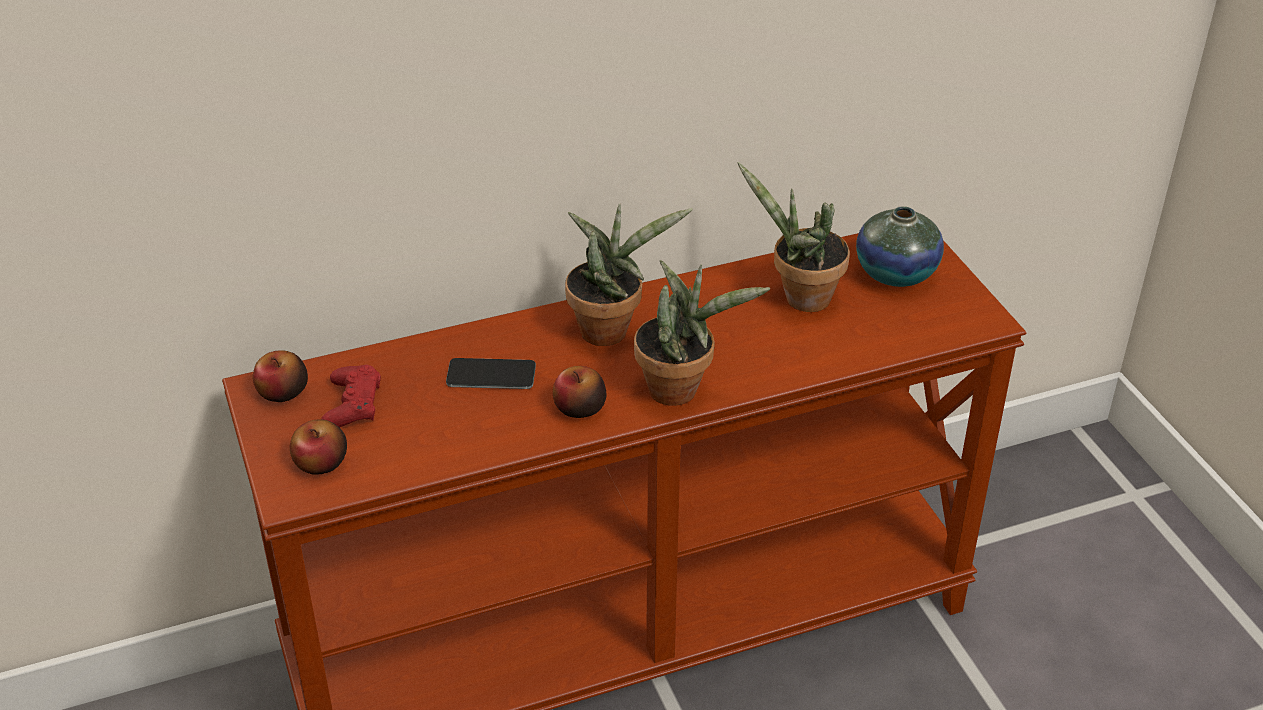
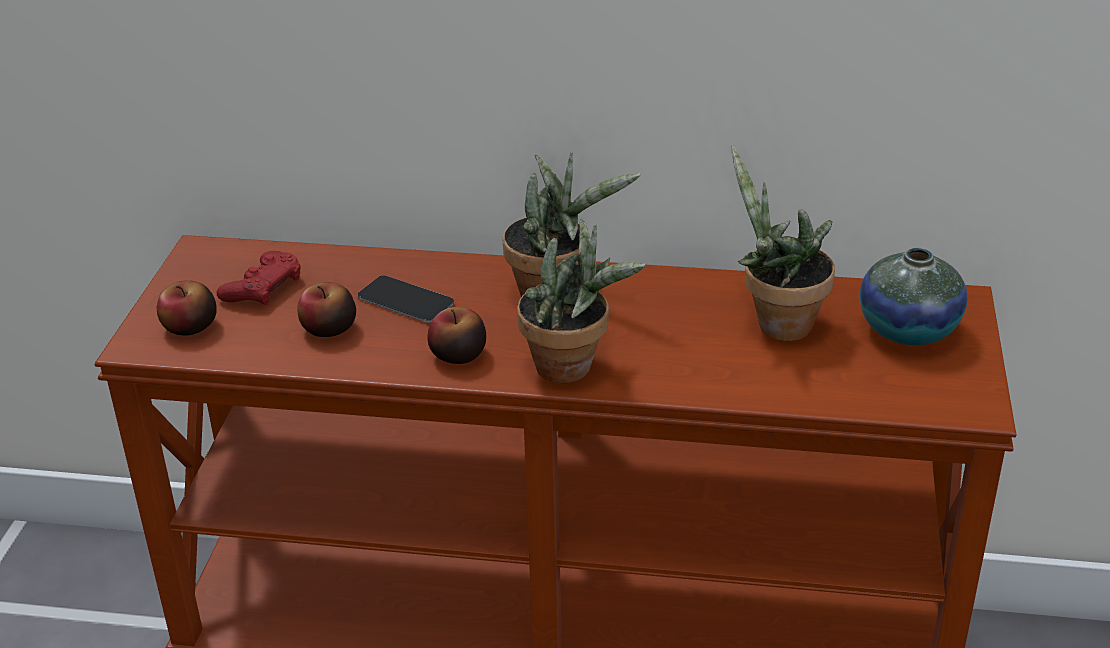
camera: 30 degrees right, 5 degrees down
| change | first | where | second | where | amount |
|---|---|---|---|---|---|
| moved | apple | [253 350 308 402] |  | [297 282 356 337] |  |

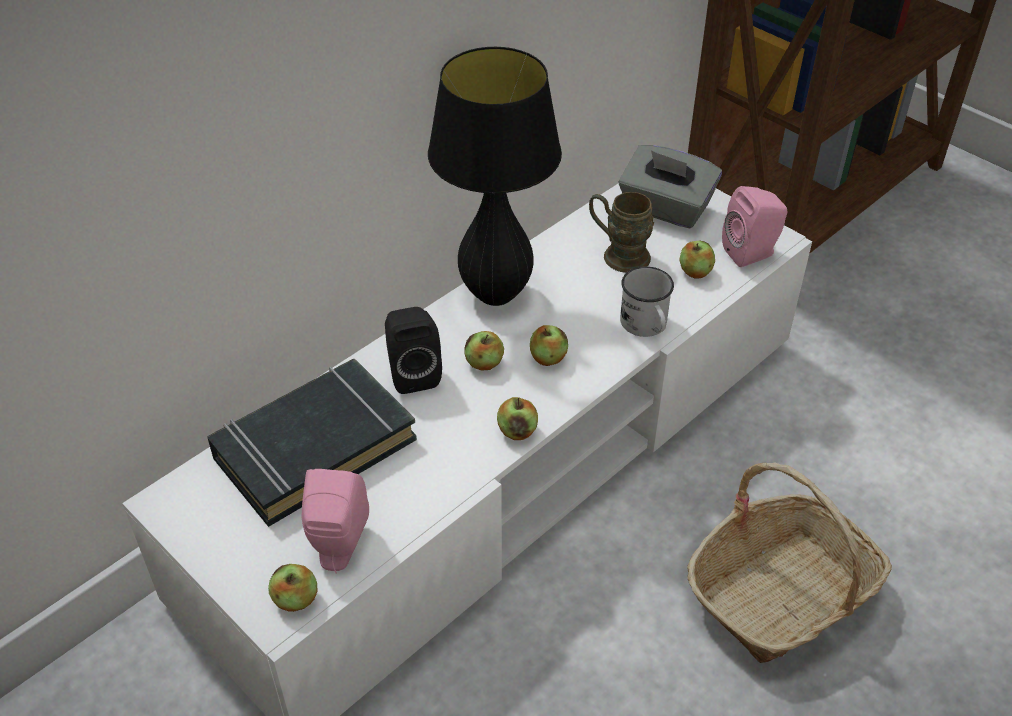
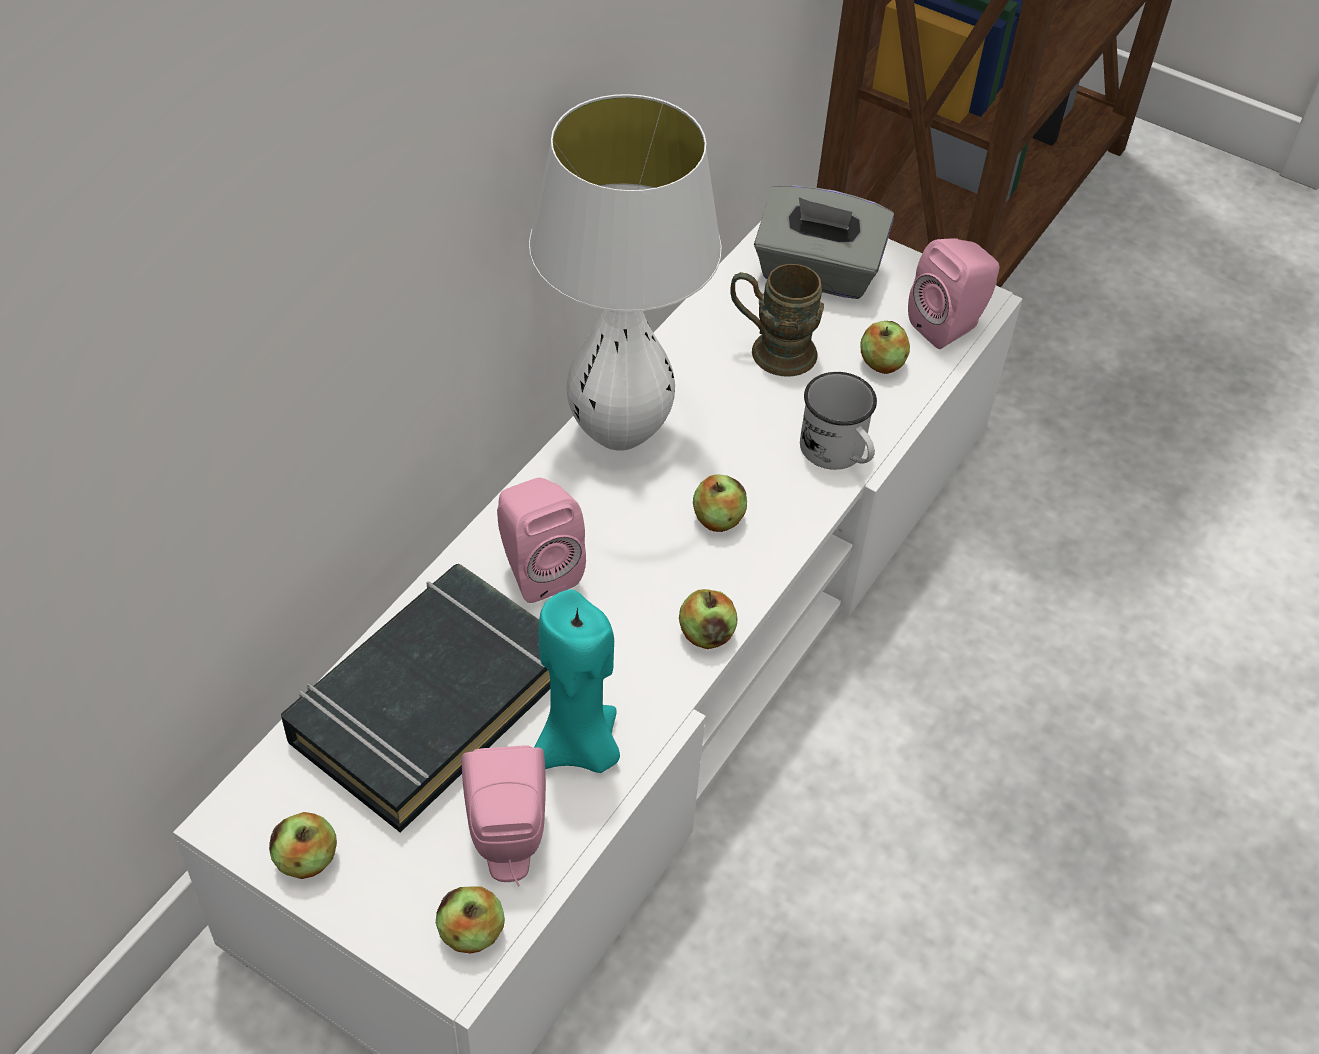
camera: 15 degrees left, 5 degrees up
| change | first | where | second | where | amount |
|---|---|---|---|---|---|
| removed | basket | [687 462 892 663] |  |  |  |
| added |  |  | turquoise candle | [535 589 620 773] |  |
| moved | apple | [464 331 504 371] |  | [269 812 337 879] |  |
| recoloured | black speaker | [385 307 442 394] | pink speaker | [497 478 586 603] |  |
| recoloured | black table lamp | [428 47 562 306] | white table lamp | [529 94 722 451] |  |

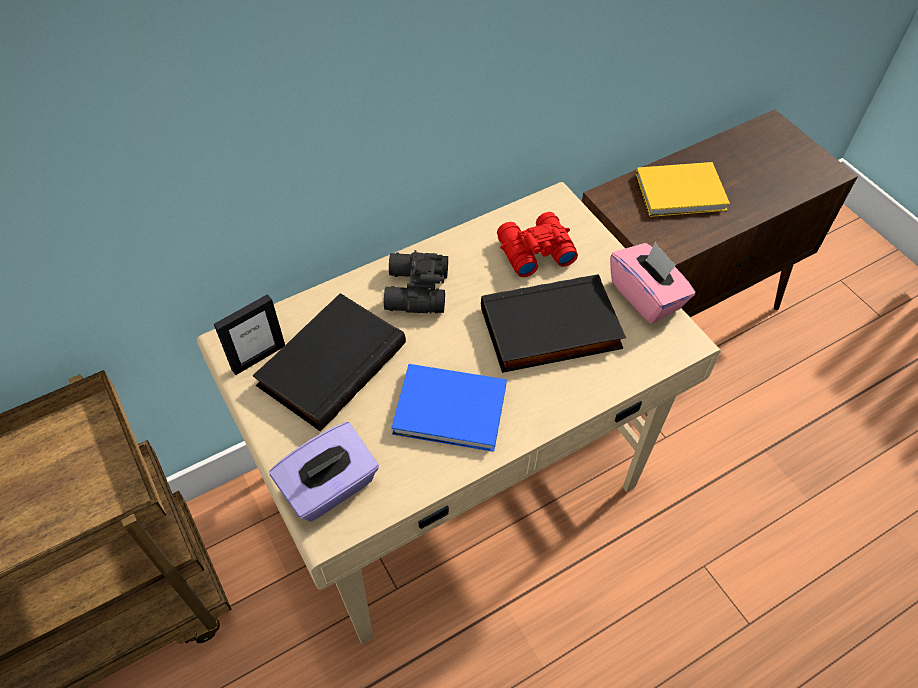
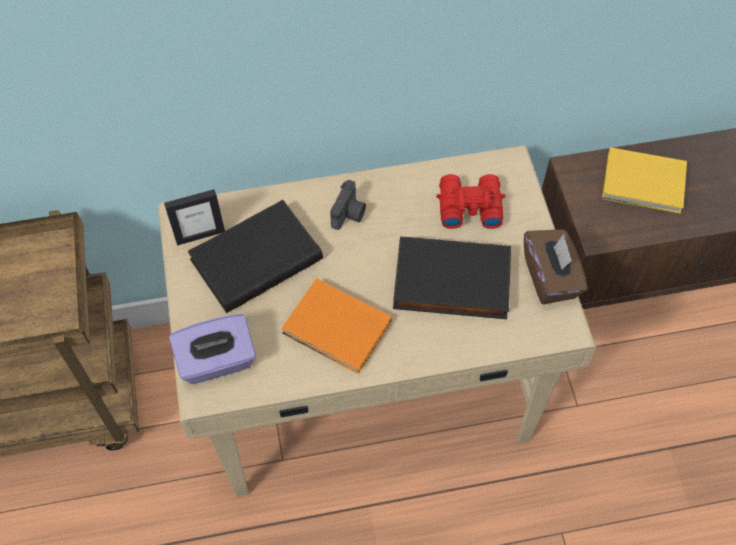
camera: 20 degrees right, 5 degrees up
| change | first | where | second | where | amount |
|---|---|---|---|---|---|
| replaced | black binoculars | [384 250 448 314] | photo camera | [330 180 366 230] |  |
| recoloured | blue book | [392 364 507 452] | orange book | [281 278 392 374] |  |
| recoloured | pink tissue box | [610 242 695 324] | brown tissue box | [524 229 588 304] |  |

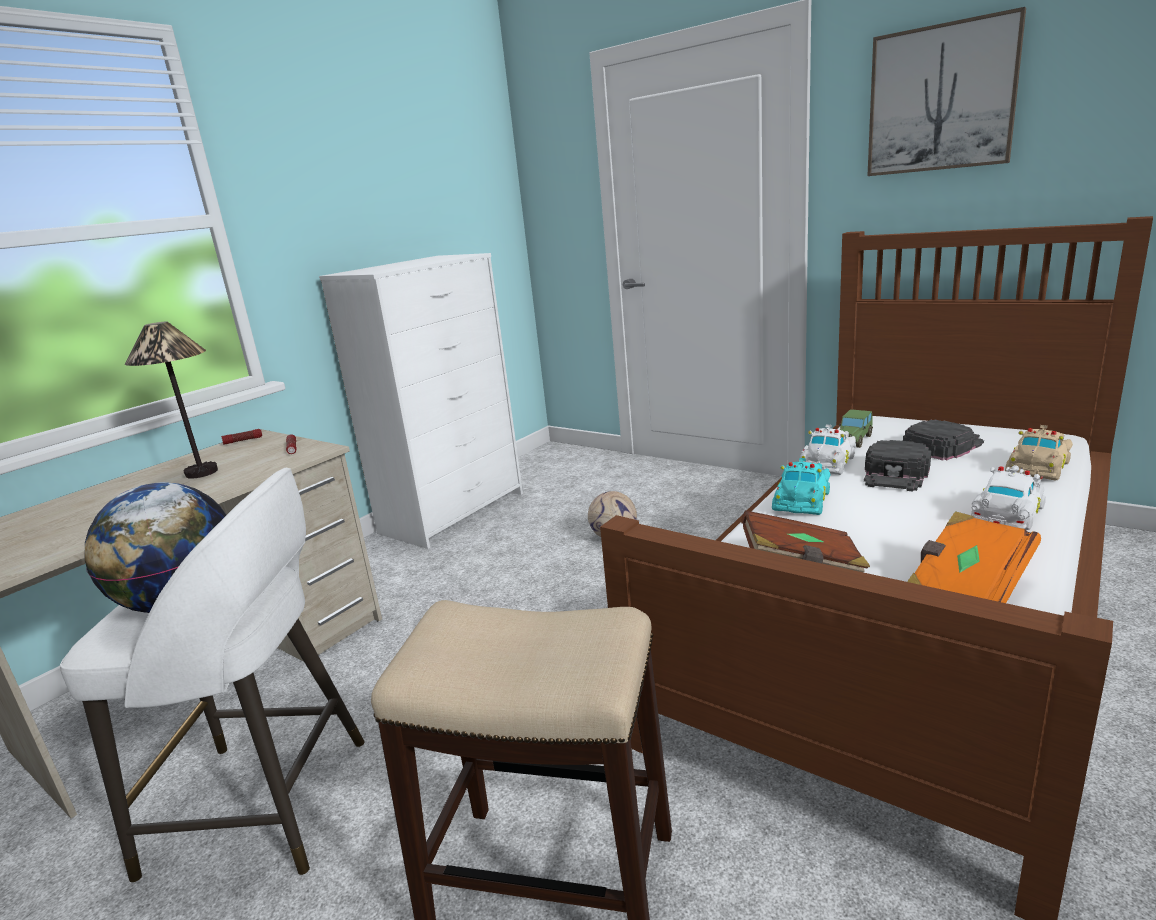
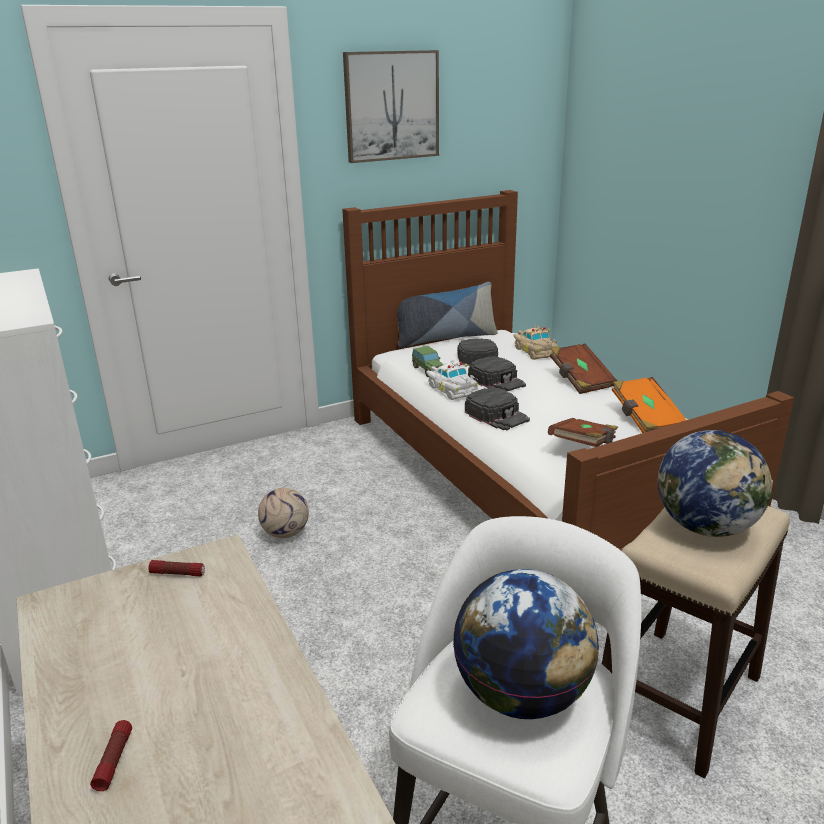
camera: 65 degrees left, 5 degrees up
| change | first | where | second | where | amount |
|---|---|---|---|---|---|
| removed | table lamp | [125 322 218 479] |  |  |  |
| added |  |  | pillow | [397 282 498 348] |  |
| added |  |  | globe | [658 430 773 537] |  |
| moved | flashlight | [221 429 262 445] |  | [90 720 132 791] |  |
| replaced | turquoise toy car | [772 458 830 515] | black cap | [465 387 530 430] |  |
| replaced | white toy car | [971 465 1046 530] | brown book | [550 343 617 394] |  |

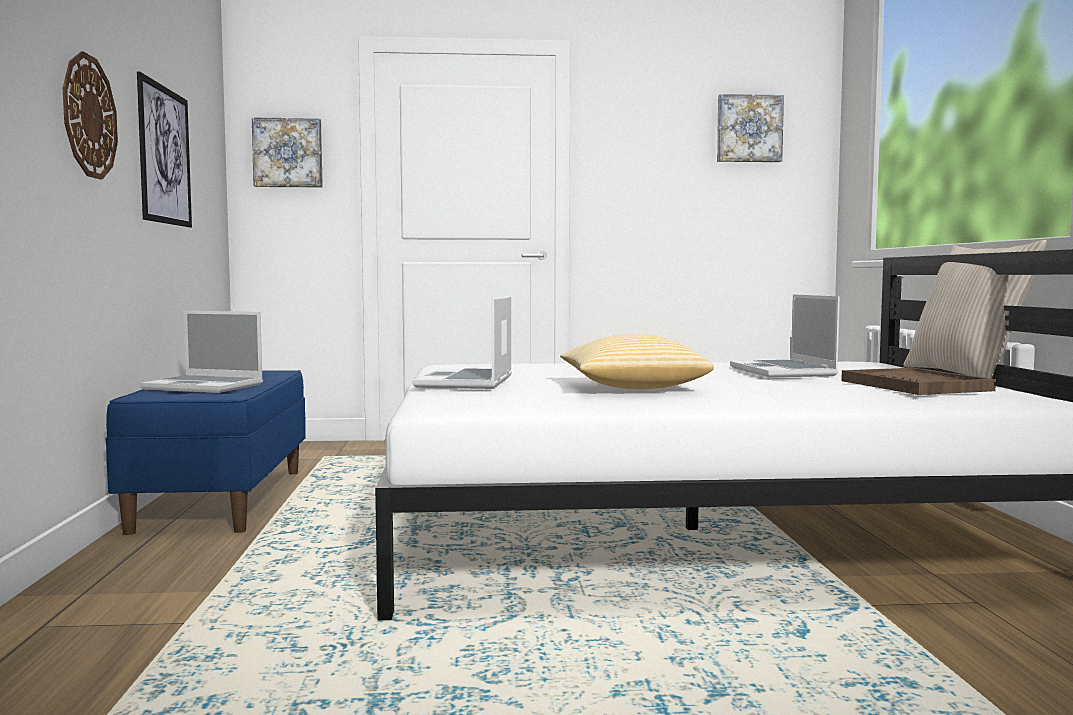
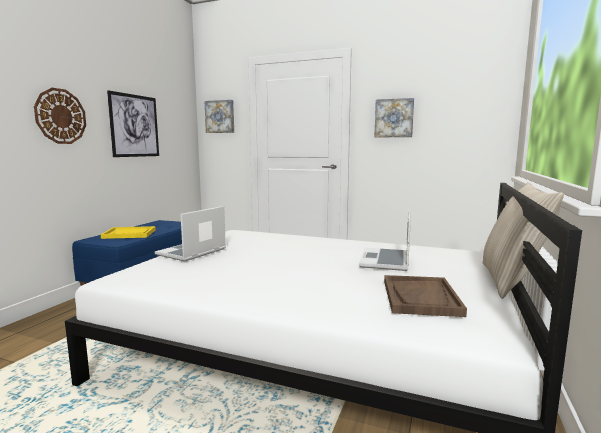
camera: 25 degrees right, 5 degrees up
| change | first | where | second | where | amount |
|---|---|---|---|---|---|
| removed | pillow | [560 334 714 389] |  |  |  |
| moved | picture | [717 94 784 162] |  | [374 98 414 138] |  |
| replaced | laptop | [140 311 263 393] | yellow tray | [101 226 156 239] |  |

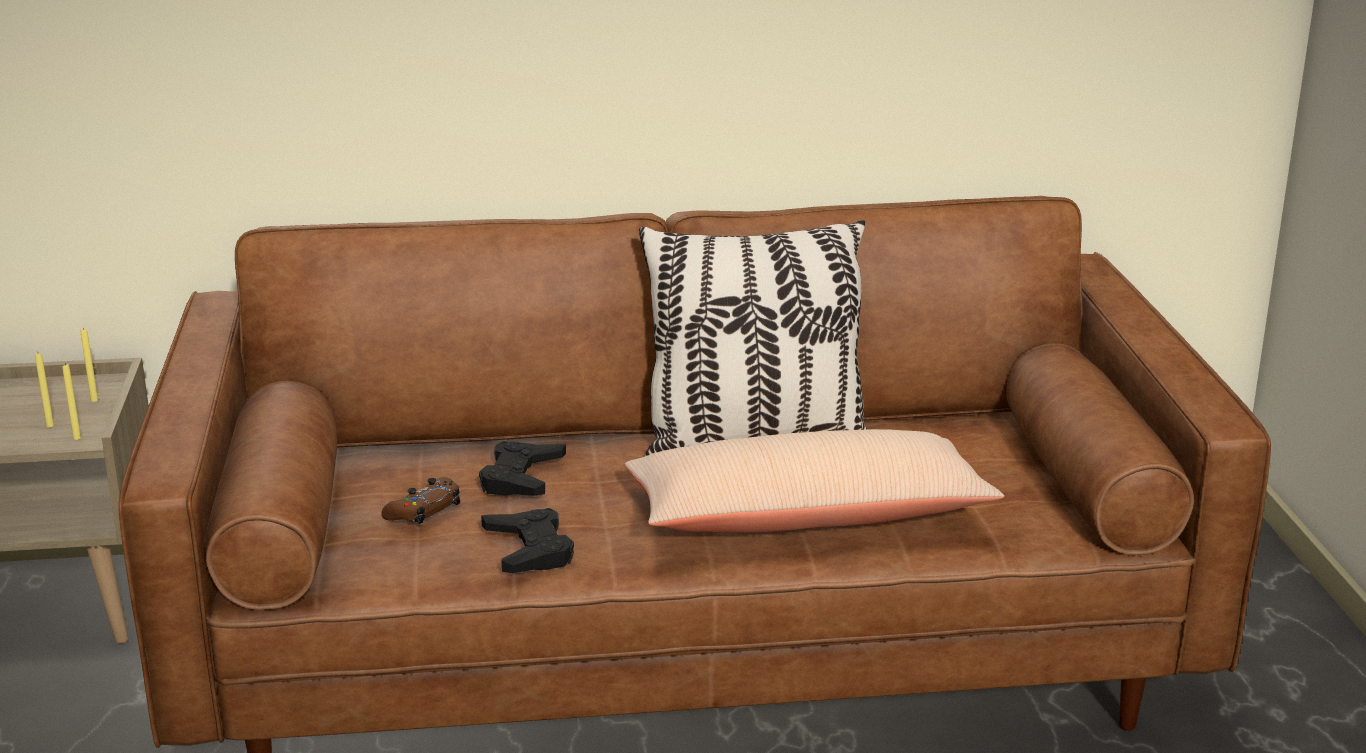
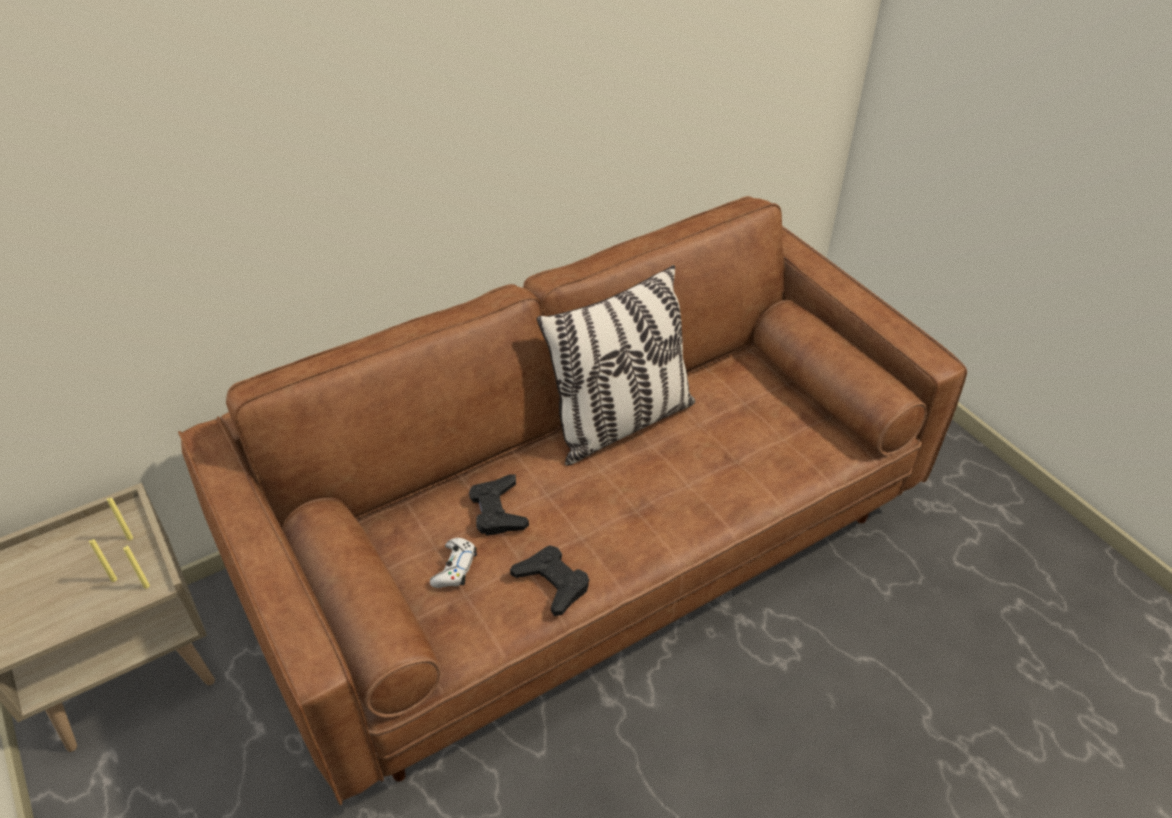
camera: 25 degrees left, 20 degrees up
| change | first | where | second | where | amount |
|---|---|---|---|---|---|
| removed | beige pillow | [625 429 1005 532] |  |  |  |
| recoloured | brown game controller | [382 477 460 524] | white game controller | [430 538 477 588] |  |

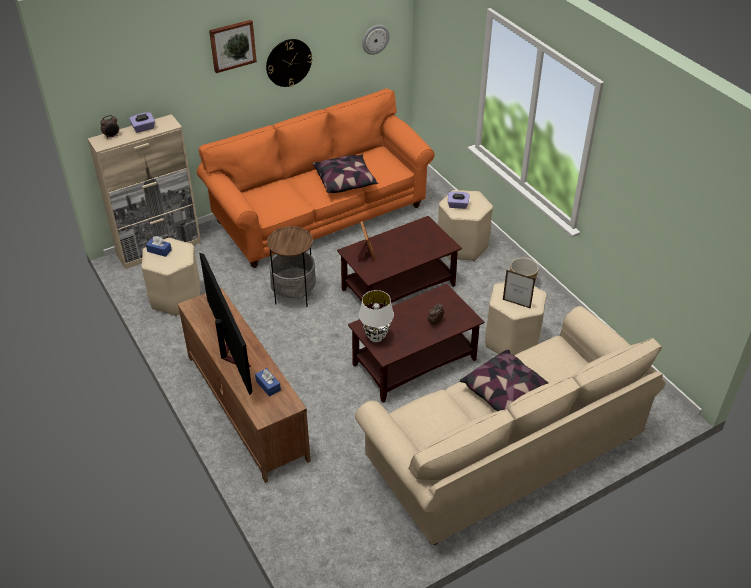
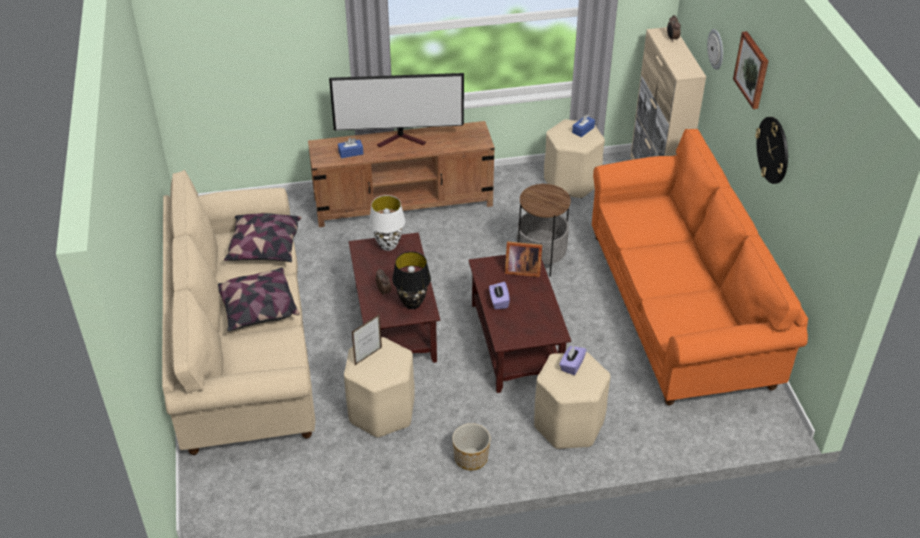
camera: 110 degrees right, 0 degrees up
| change | first | where | second | where | amount |
|---|---|---|---|---|---|
| added |  |  | black table lamp | [392 252 431 309] |  |
| moved | purple tissue box | [129 112 155 133] |  | [489 282 510 309] |  |
| moved | pillow | [313 155 378 193] |  | [224 213 302 262] |  |
| moved | wall clock | [362 25 390 55] |  | [707 29 723 70] |  |

